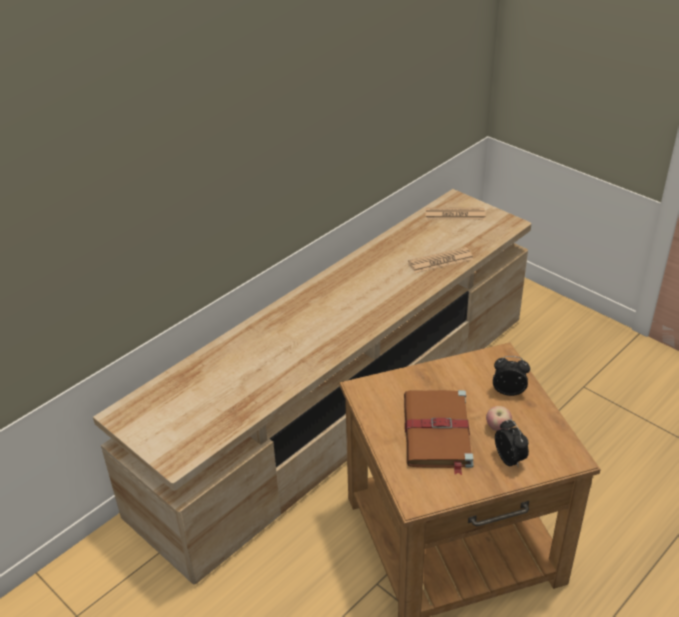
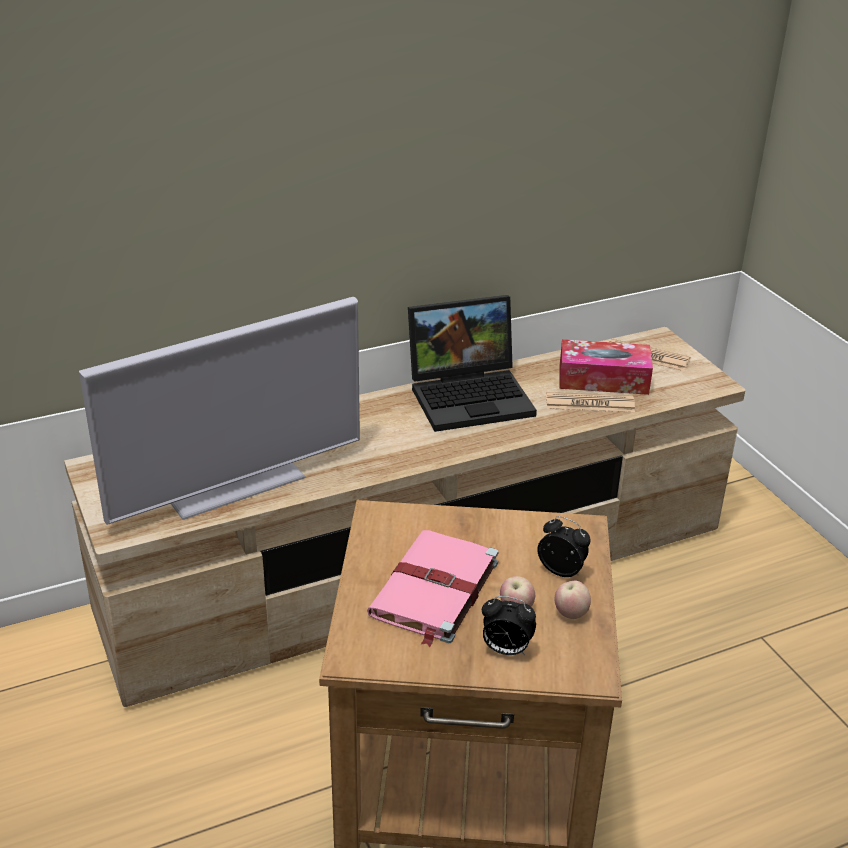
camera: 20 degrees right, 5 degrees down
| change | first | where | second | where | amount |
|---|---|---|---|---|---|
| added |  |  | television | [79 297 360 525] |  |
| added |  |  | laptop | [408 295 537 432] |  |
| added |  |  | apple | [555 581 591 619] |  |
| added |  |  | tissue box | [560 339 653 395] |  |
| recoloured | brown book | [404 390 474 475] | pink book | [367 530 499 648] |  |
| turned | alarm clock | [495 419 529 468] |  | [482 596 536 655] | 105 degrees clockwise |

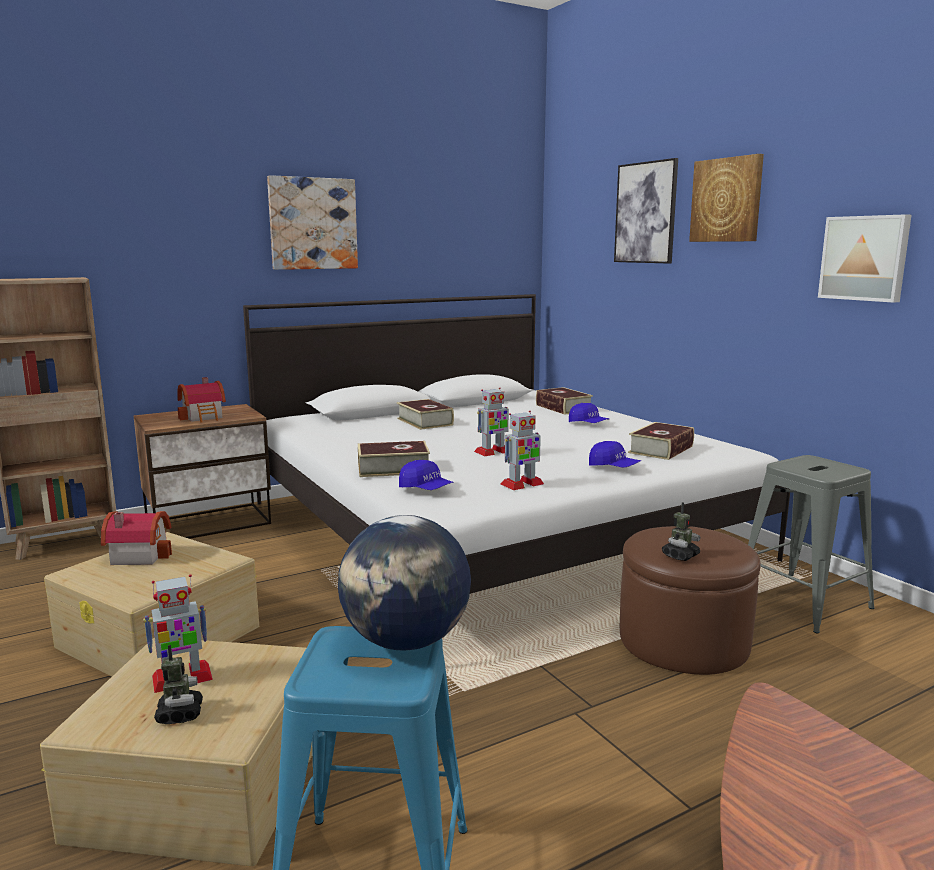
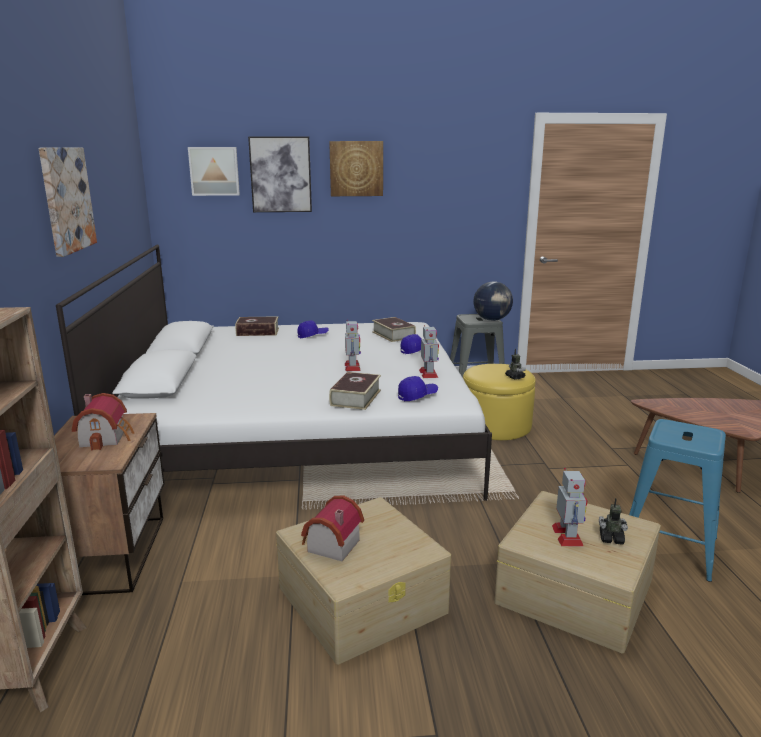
camera: 65 degrees left, 5 degrees up
| change | first | where | second | where | amount |
|---|---|---|---|---|---|
| removed | book | [397 399 454 430] |  |  |  |
| moved | globe | [338 515 471 650] |  | [473 281 513 321] |  |
| moved | picture | [818 214 912 303] |  | [188 147 240 196] |  |
| recoloured | brown ottoman | [620 526 760 675] | yellow ottoman | [463 364 536 440] |  |

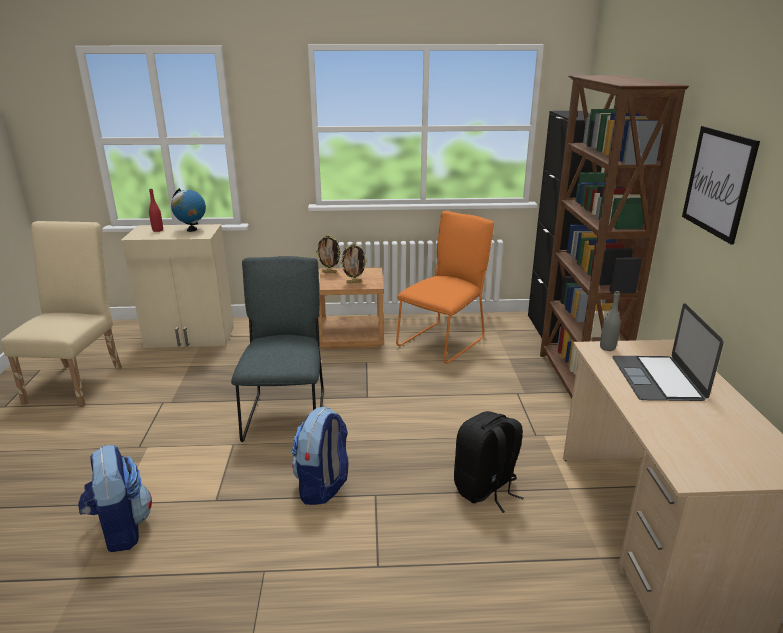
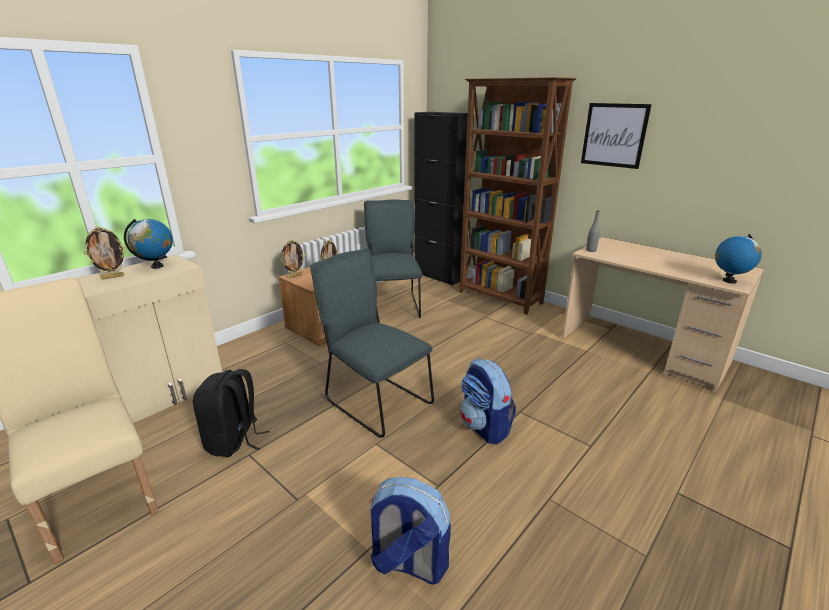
camera: 45 degrees left, 0 degrees up
| change | first | where | second | where | amount |
|---|---|---|---|---|---|
| removed | laptop | [613 303 724 401] |  |  |  |
| added |  |  | globe | [715 234 762 284] |  |
| moved | black backpack | [454 411 523 513] |  | [193 369 270 457] |  |
| replaced | red bottle | [149 189 163 232] | picture frame | [84 226 126 280] |  |
| recoloured | orange chair | [396 211 494 364] | grey chair | [364 199 423 318] |  |

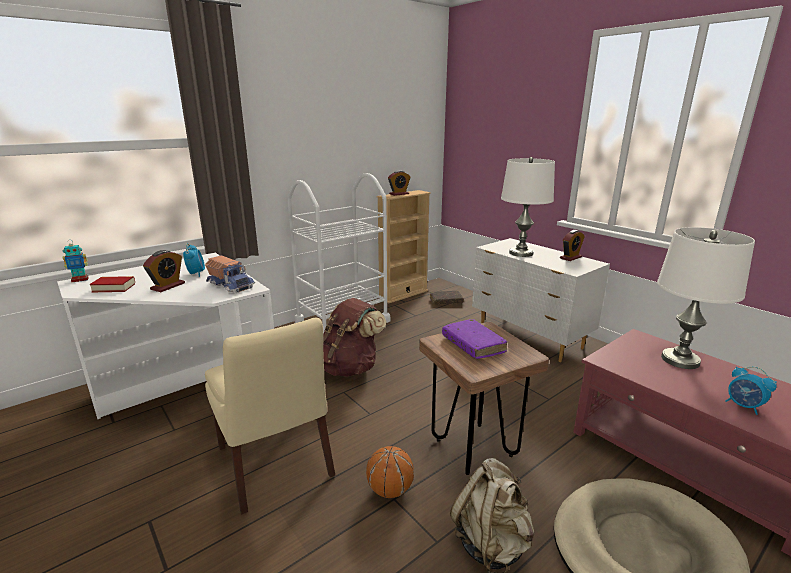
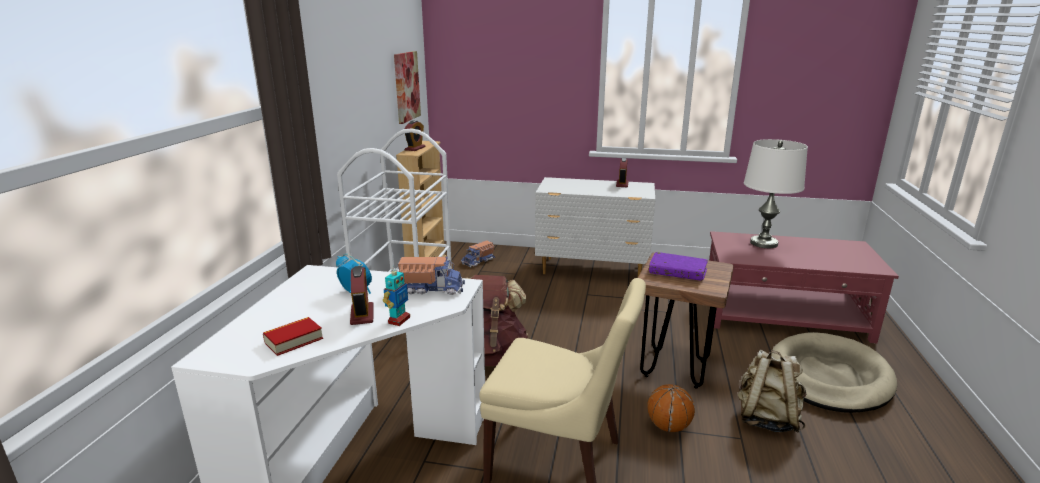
camera: 40 degrees left, 0 degrees up
| change | first | where | second | where | amount |
|---|---|---|---|---|---|
| removed | white table lamp | [501 157 555 257] |  |  |  |
| removed | alarm clock | [726 367 777 415] |  |  |  |
| added |  |  | picture | [394 51 421 124] |  |
| moved | toy robot | [62 241 89 282] |  | [383 265 410 326] |  |
| replaced | brown book | [430 291 464 305] | toy truck | [461 240 495 267] |  |

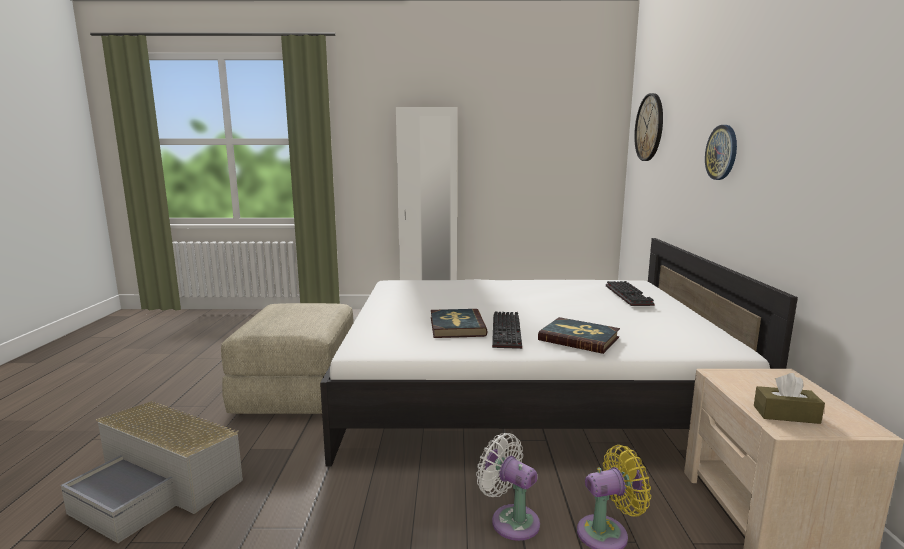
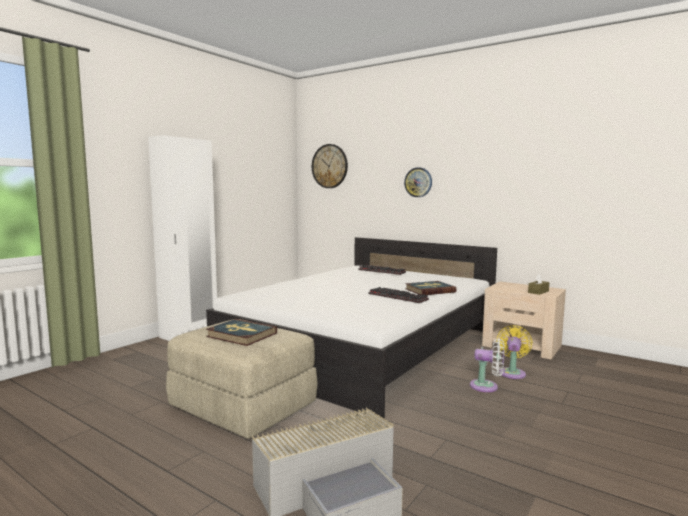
camera: 55 degrees left, 5 degrees down
| change | first | where | second | where | amount |
|---|---|---|---|---|---|
| moved | book | [431 309 488 338] |  | [206 319 277 346] |  |
| turned | white fan | [476 433 540 541] |  | [470 338 504 392] | 150 degrees counterclockwise |

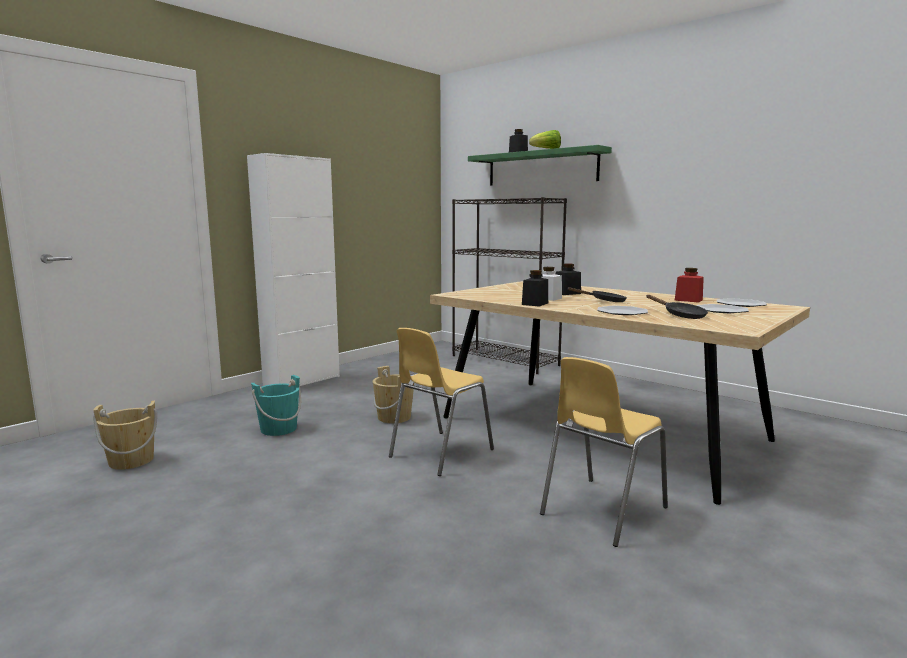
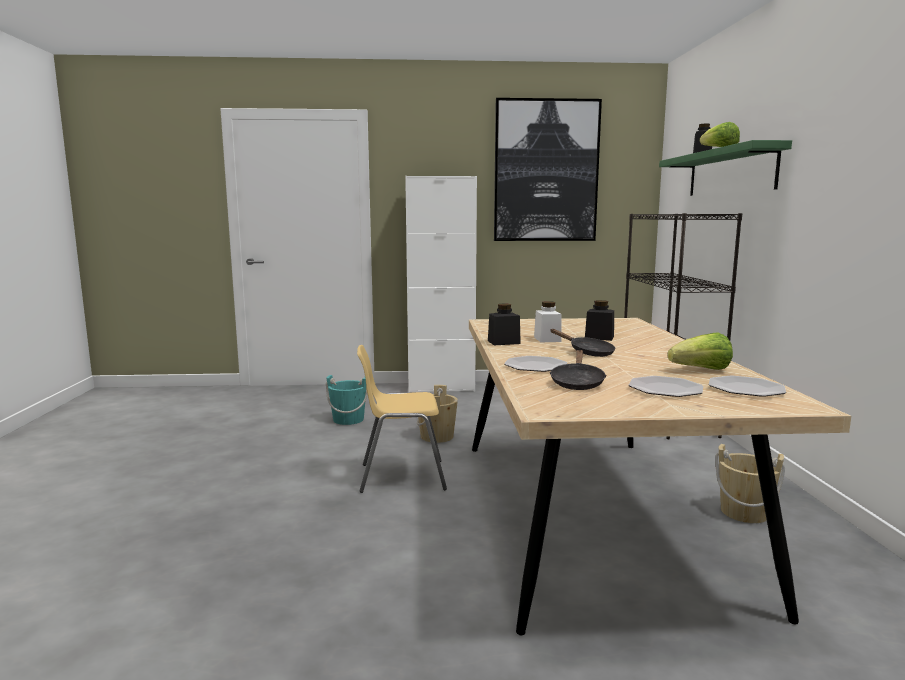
camera: 45 degrees right, 0 degrees up
| change | first | where | second | where | amount |
|---|---|---|---|---|---|
| removed | yellow chair | [540 357 668 547] |  |  |  |
| added |  |  | picture | [494 98 602 241] |  |
| moved | beige bucket | [93 401 157 470] |  | [715 444 785 523] |  |
| replaced | red jar | [675 268 704 303] | lettuce | [667 332 733 370] |  |

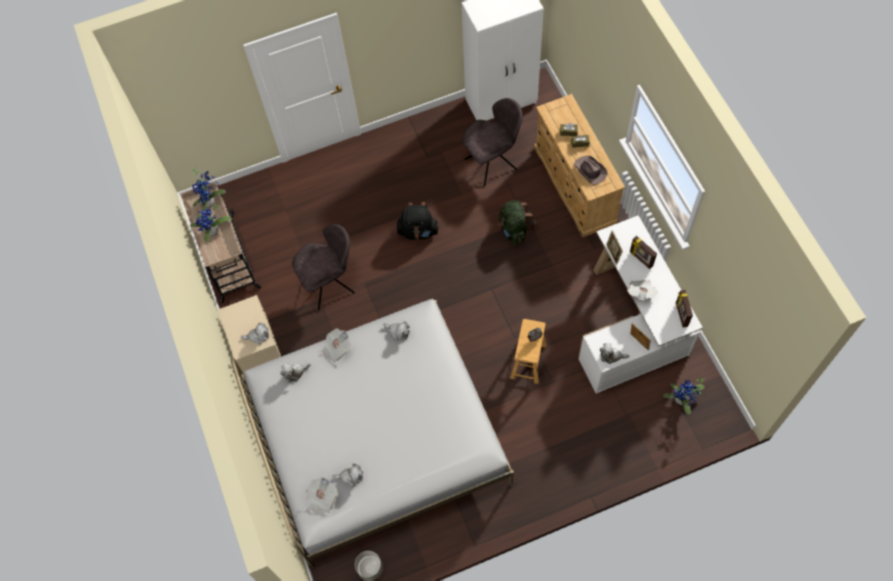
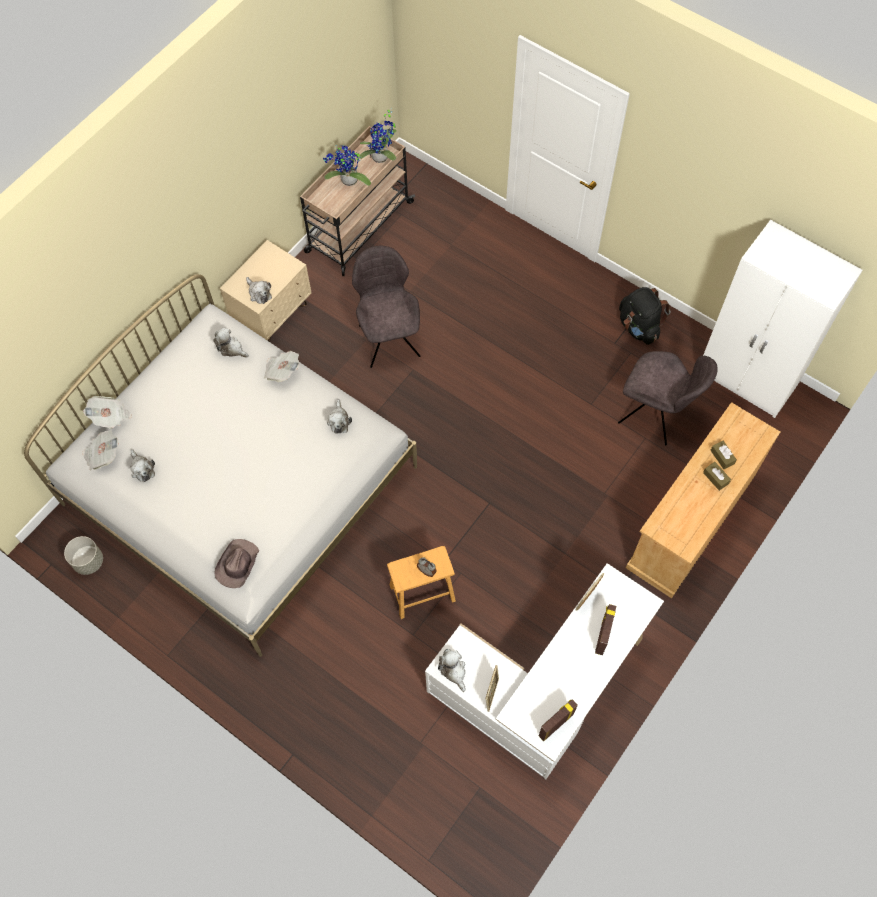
camera: 55 degrees right, 0 degrees up
| change | first | where | second | where | amount |
|---|---|---|---|---|---|
| removed | green backpack | [498 200 536 245] |  |  |  |
| removed | potted plant | [663 378 705 415] |  |  |  |
| moved | black backpack | [396 202 439 240] |  | [619 287 670 345] |  |
| moved | brown hat | [574 156 607 185] |  | [214 539 259 588] |  |
| moved | newspaper | [627 279 658 300] |  | [83 396 132 429] |  |
| turned | grey chair | [292 224 355 311] |  | [352 246 420 368] | 135 degrees counterclockwise |

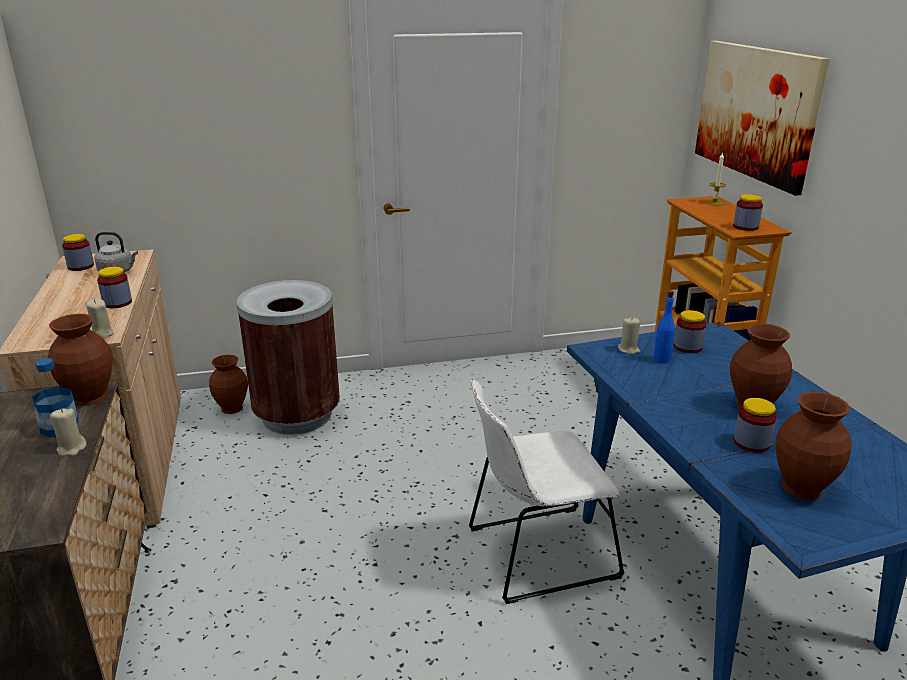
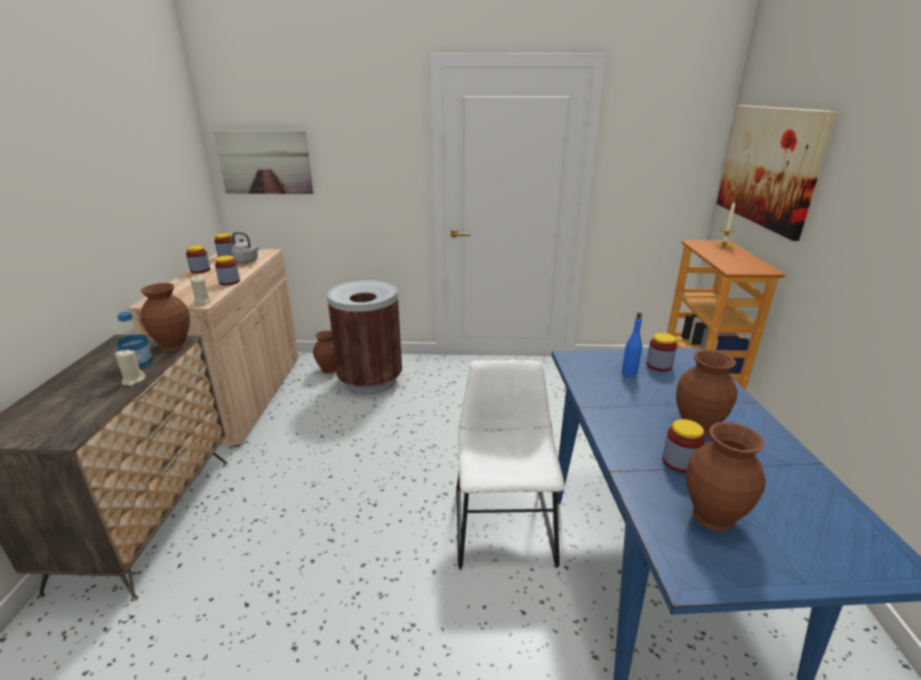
camera: 15 degrees right, 0 degrees up
| change | first | where | second | where | amount |
|---|---|---|---|---|---|
| removed | beige candle | [618 317 640 354] |  |  |  |
| added |  |  | picture | [214 131 313 194] |  |
| moved | jar | [733 194 763 231] |  | [186 245 211 274] |  |
| turned | white chair | [469 379 625 604] |  | [456 360 565 569] | 90 degrees clockwise |

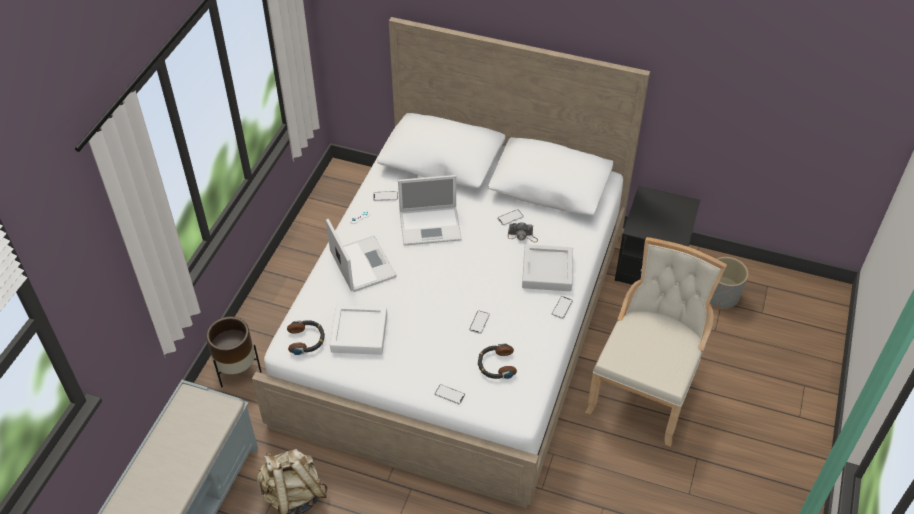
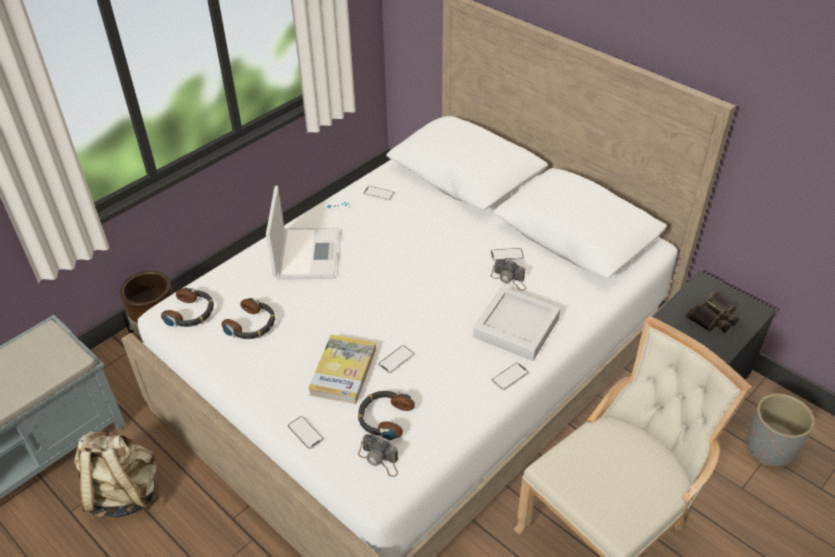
camera: 25 degrees right, 5 degrees down
| change | first | where | second | where | amount |
|---|---|---|---|---|---|
| removed | laptop | [398 175 462 246] |  |  |  |
| added |  |  | book | [308 335 376 404] |  |
| added |  |  | photo camera | [358 434 398 477] |  |
| added |  |  | binoculars | [686 291 739 333] |  |
| replaced | white tray | [330 305 387 355] | headphones | [221 298 275 339] |  |

